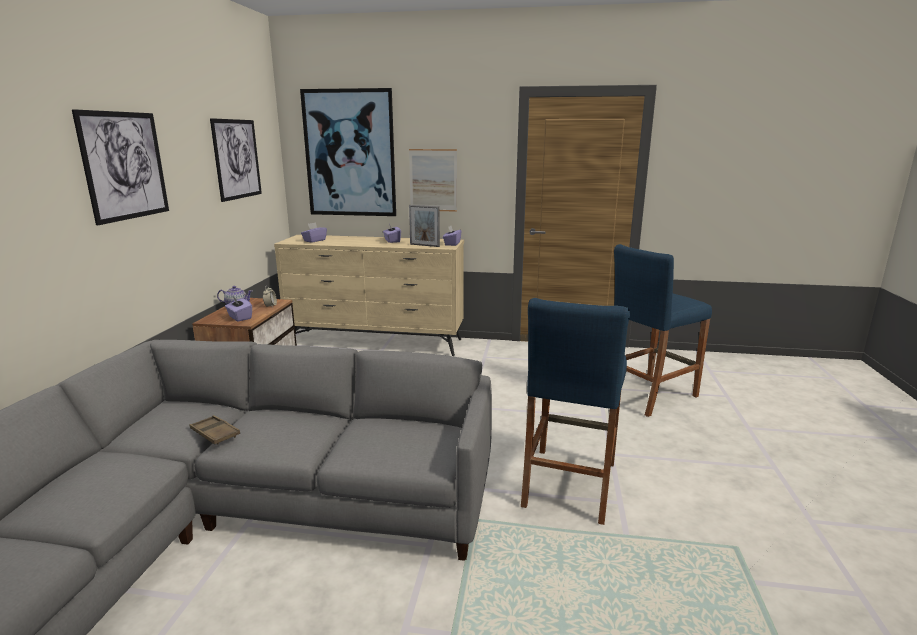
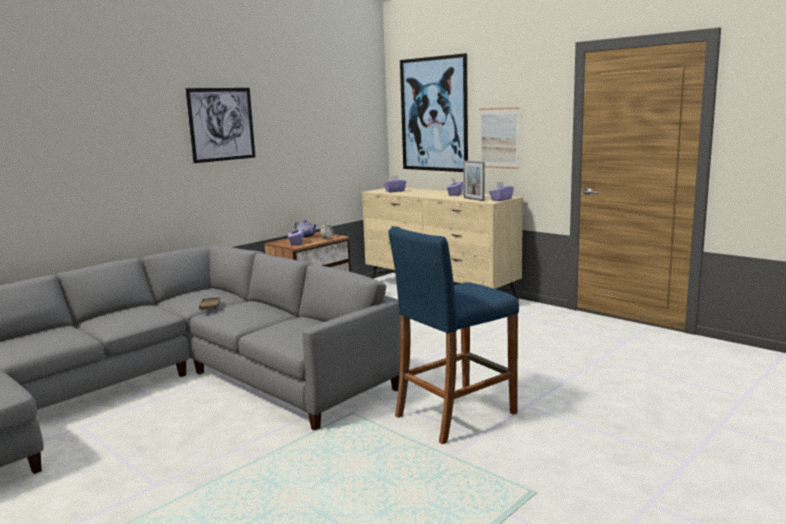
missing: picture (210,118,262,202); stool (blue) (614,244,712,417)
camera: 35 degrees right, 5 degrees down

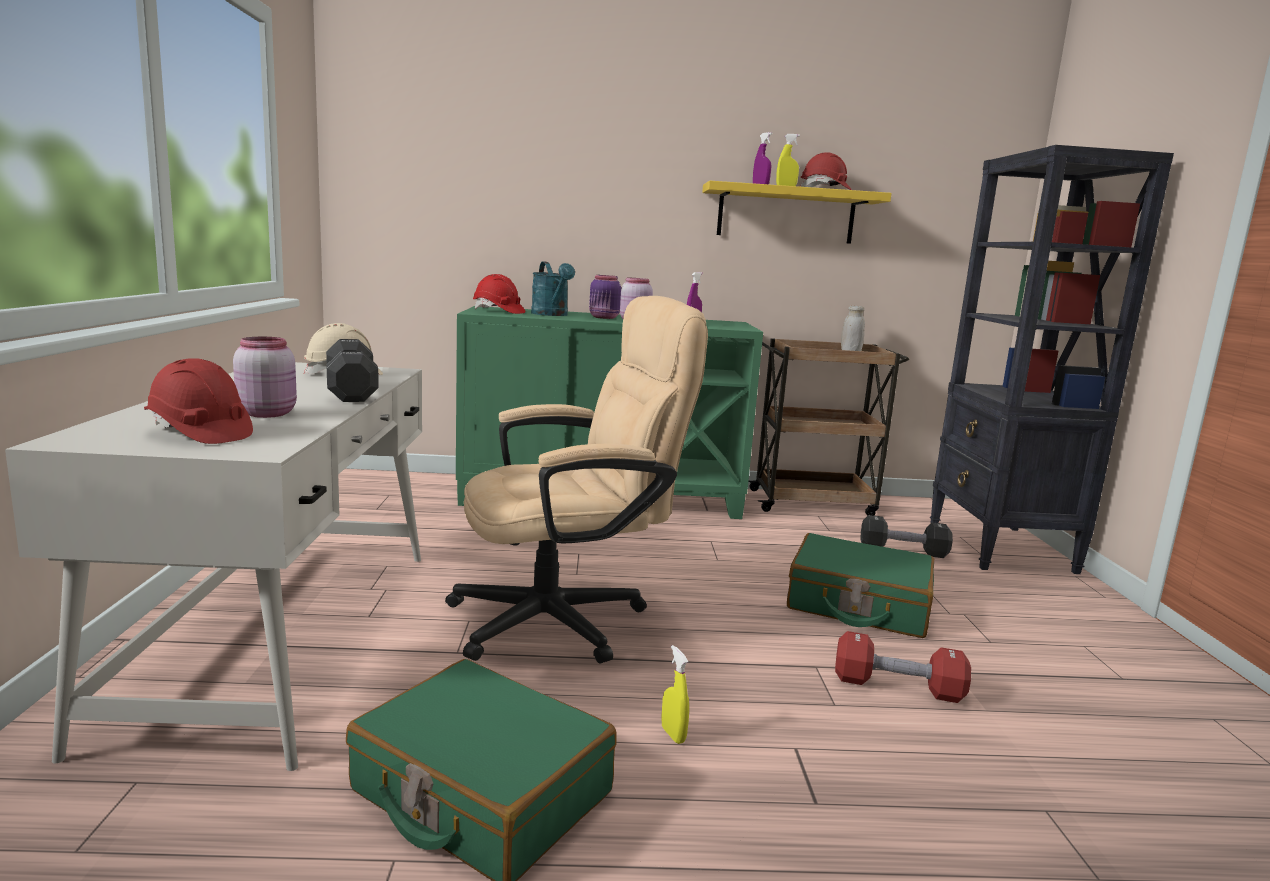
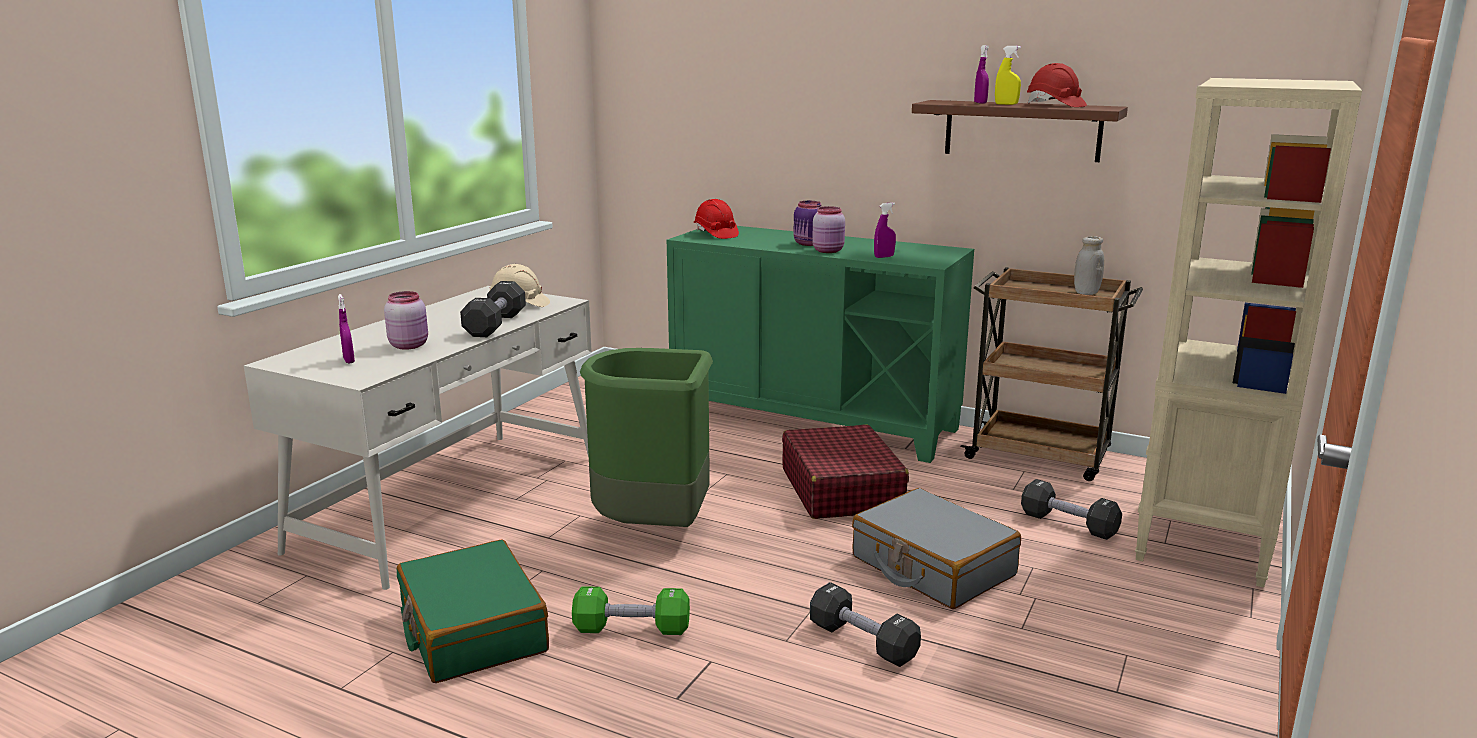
missing: watering can (turquoise) (531,261,575,316)
appeared: suitcase (red) (782,424,909,519)
exchanged: hard hat (red) (144,359,253,444) to spray bottle (purple) (338,294,355,363); office chair (beige) (445,296,708,664) to trash can (green) (580,348,713,527); spray bottle (yellow) (661,645,689,744) to dumbbell (green) (572,586,690,635)
colour: shelf (yellow) (702,181,892,244) to shelf (brown) (912,100,1128,162); suitcase (green) (787,533,934,638) to suitcase (grey) (852,488,1021,609); dumbbell (red) (835,631,971,703) to dumbbell (black) (810,582,921,667); bookcase (black) (930,145,1174,574) to bookcase (beige) (1135,78,1362,587)
camera: 30 degrees right, 5 degrees up

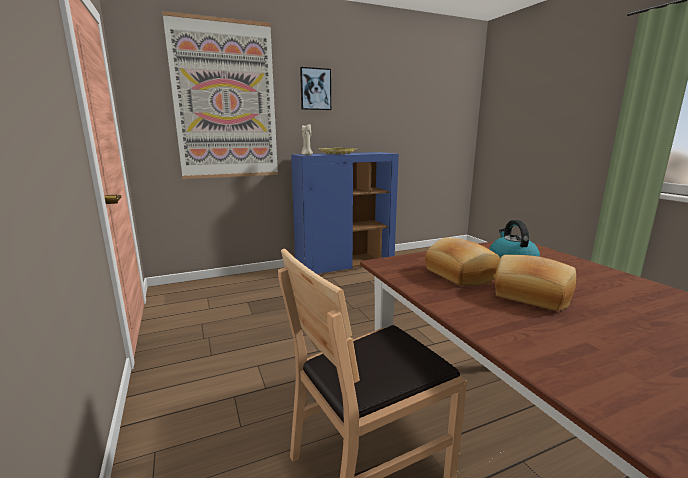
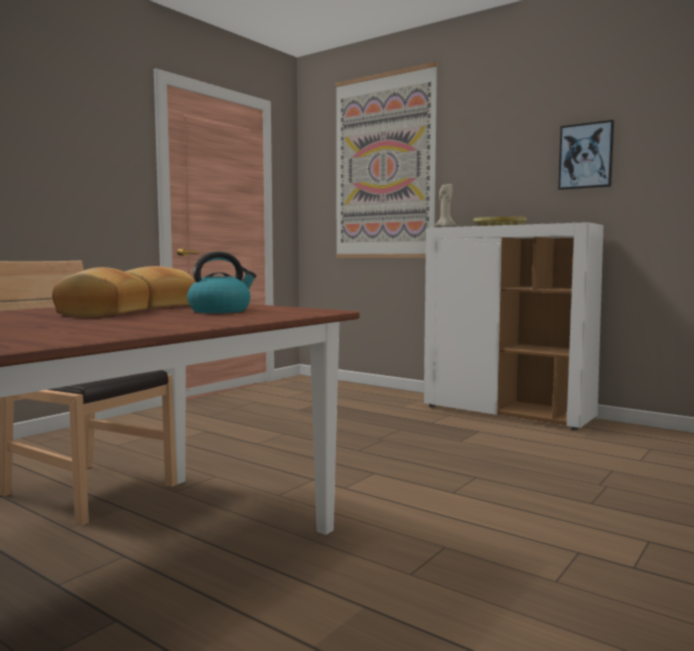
relocated: picture (300,67,331,110) to (558,120,614,190)
colour: cabinet (blue) (291,152,399,274) to cabinet (white) (424,222,603,430)
camera: 60 degrees right, 10 degrees down

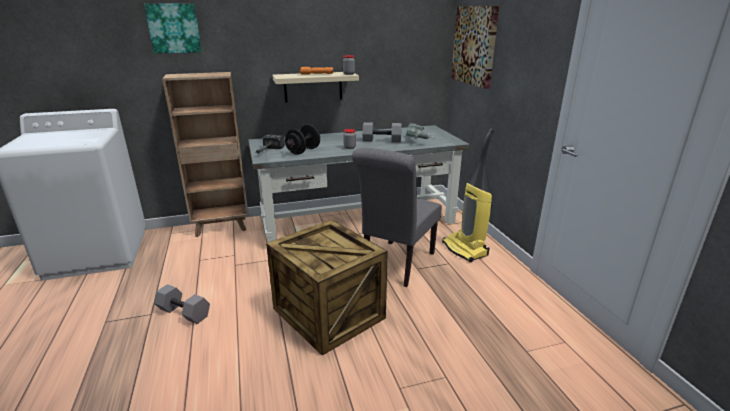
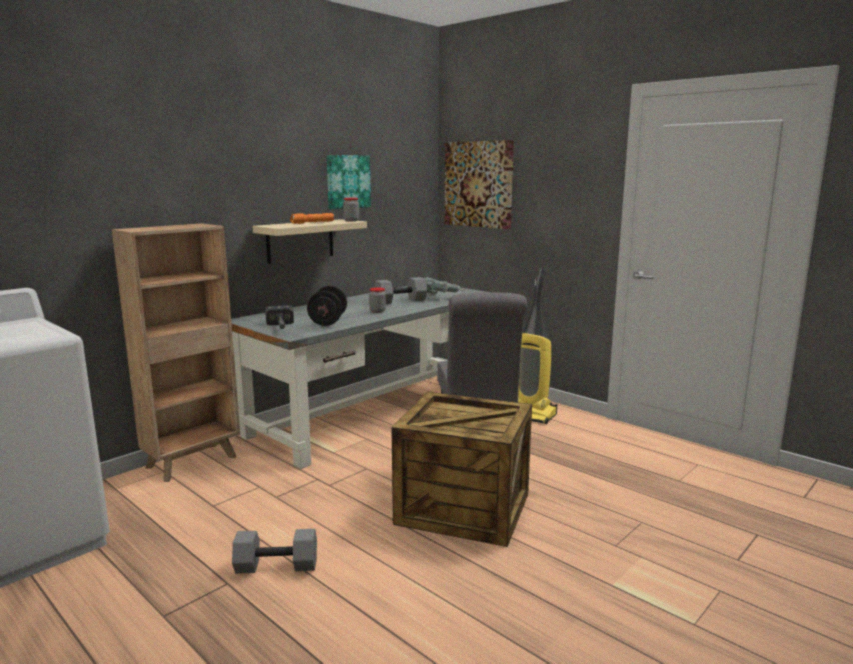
relocated: picture (144,3,202,54) to (327,155,371,209)
camera: 30 degrees left, 10 degrees down

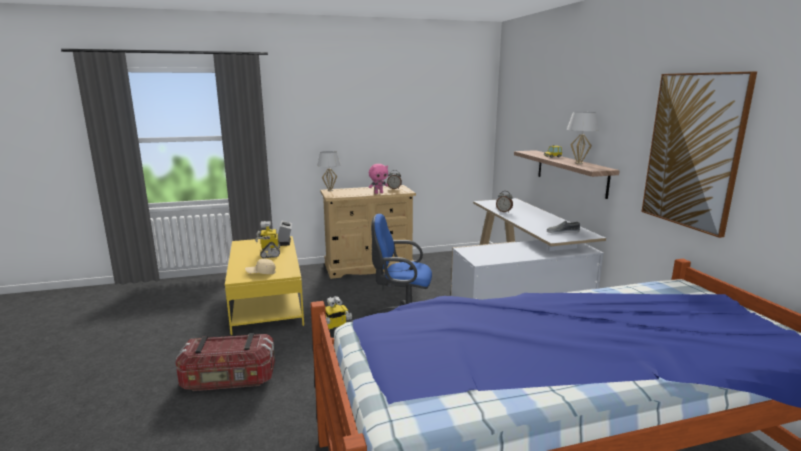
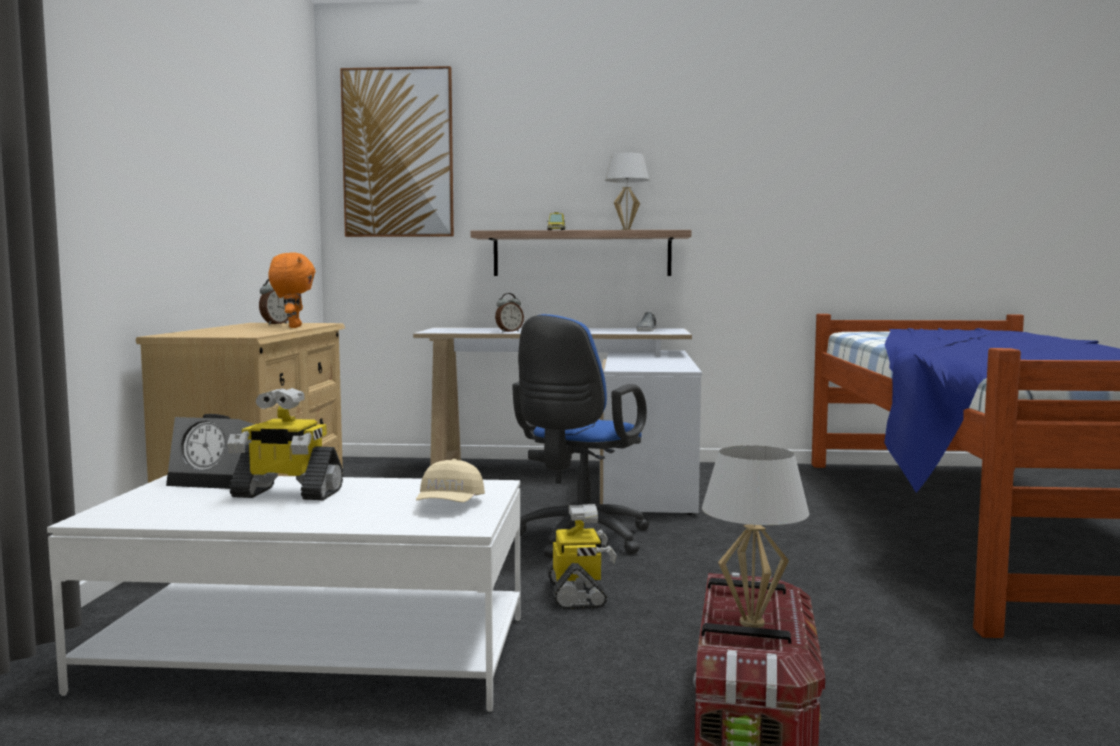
relocated: table lamp (white) (317,151,341,191) to (702,445,809,628); picture (642,72,757,238) to (340,66,454,237)
colour: coffee table (yellow) (225,236,304,335) to coffee table (white) (47,475,521,712); plush toy (pink) (369,164,388,194) to plush toy (orange) (268,252,316,328)
camera: 70 degrees left, 10 degrees down

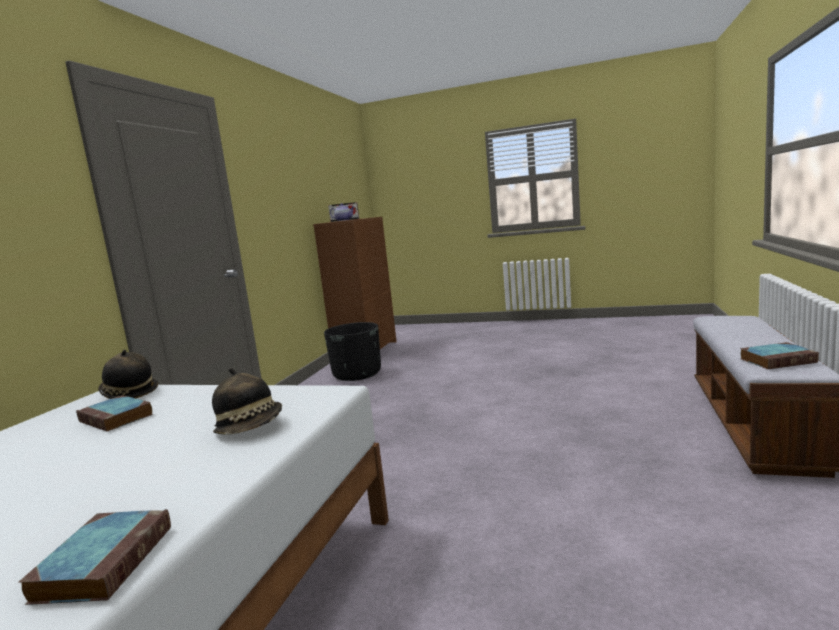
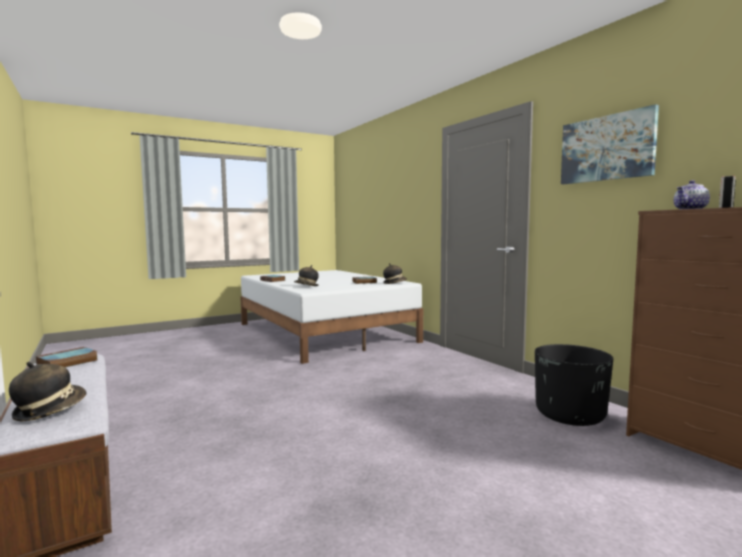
appeared: hat (9,362,86,421); picture (561,104,659,184)
camera: 130 degrees right, 5 degrees down

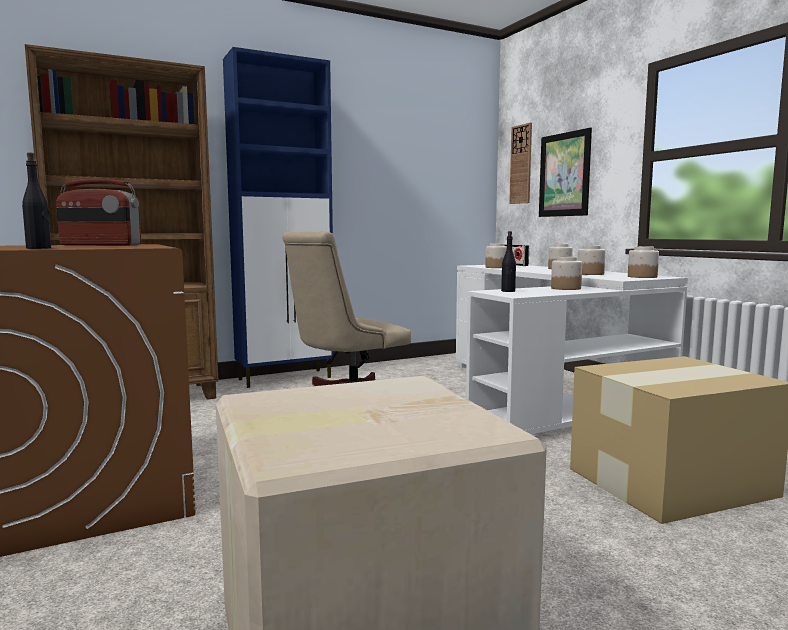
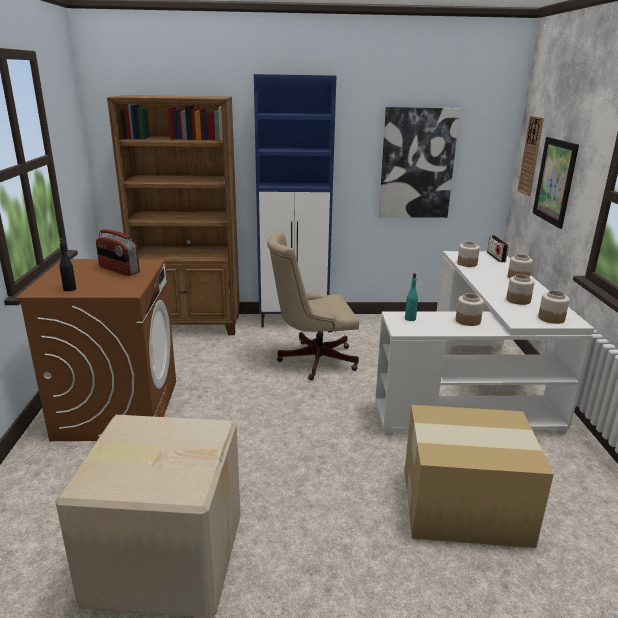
appeared: picture (379,107,460,218)
colour: bottle (black) (501,231,516,292) to bottle (turquoise) (405,273,418,321)
camera: 25 degrees right, 15 degrees up

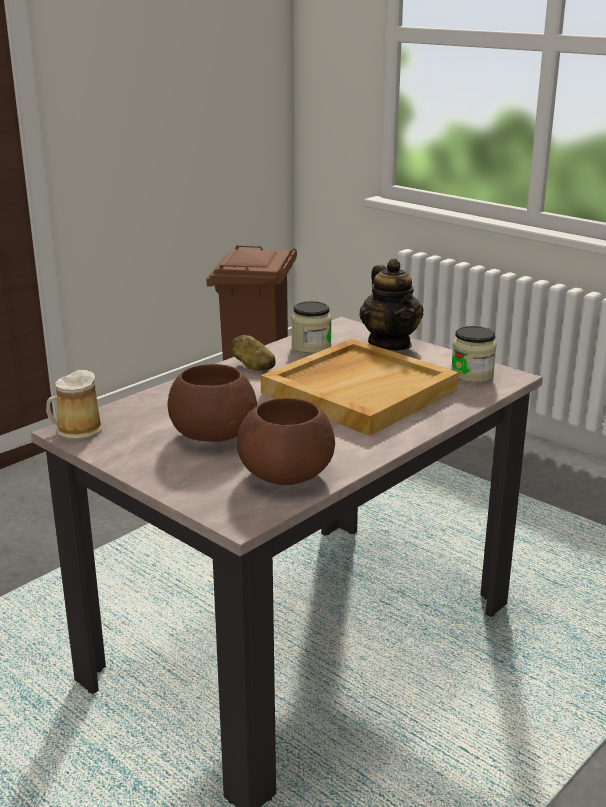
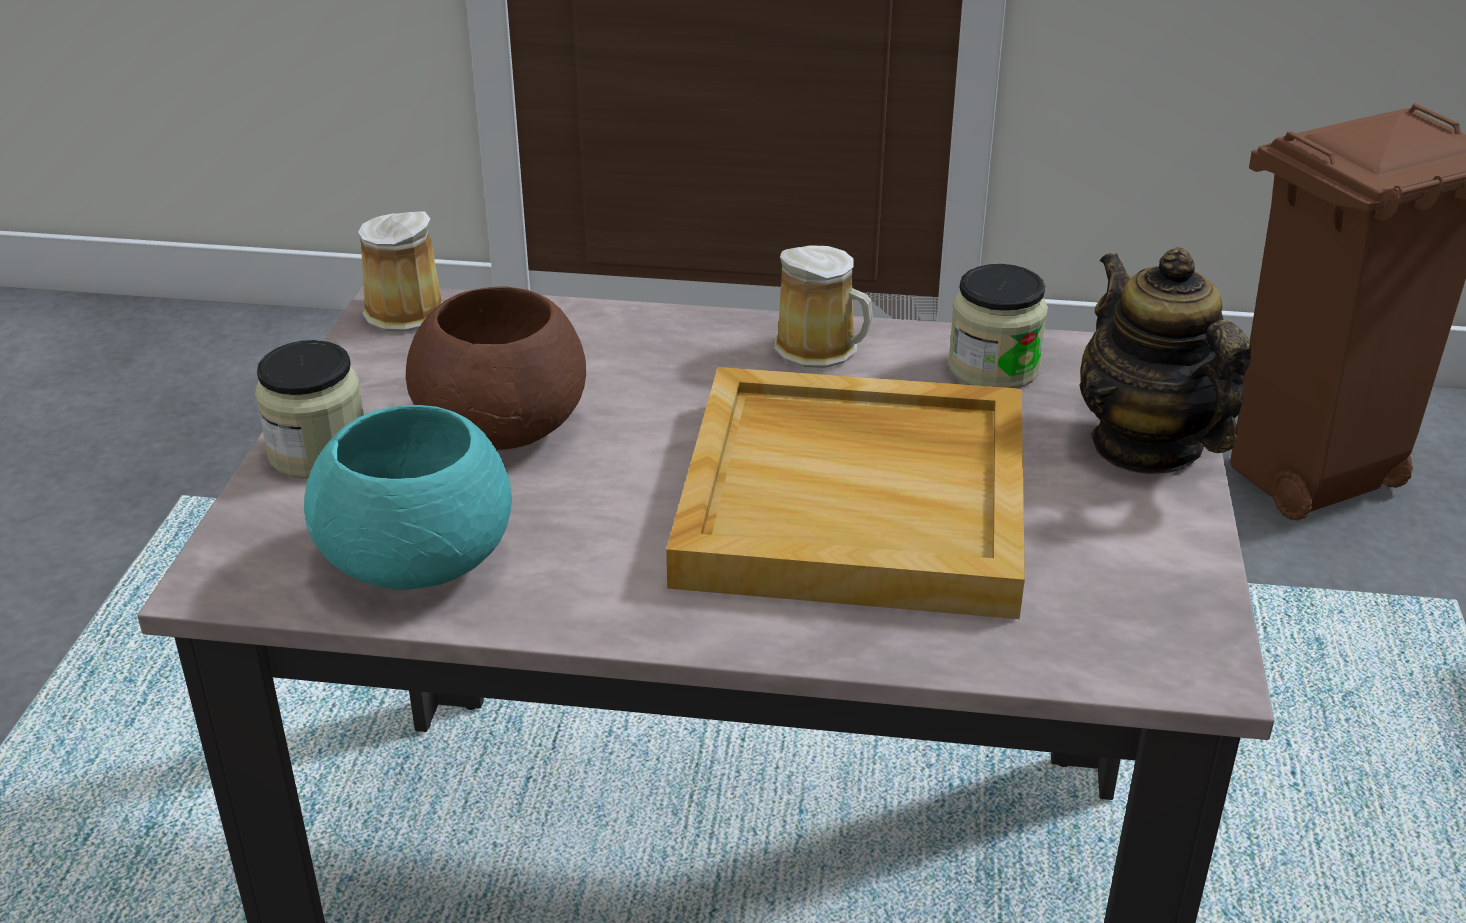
relocated: jar (451,326,496,383) to (255,340,364,479)
exchanged: potato (231,335,276,371) to mug (774,245,873,368)
colour: bowl (brown) (237,398,335,485) to bowl (turquoise) (304,405,512,590)
spun: teapot (359,259,424,350) = (1080,247,1251,474) 120 degrees clockwise
camera: 55 degrees right, 10 degrees up

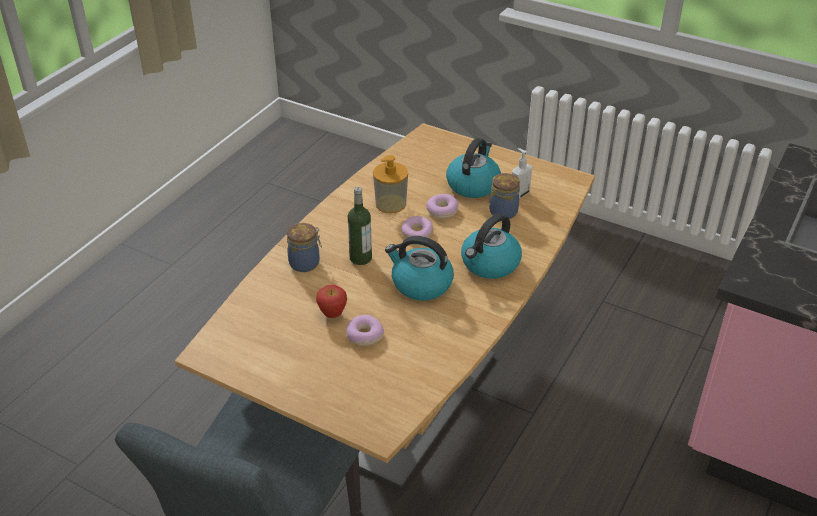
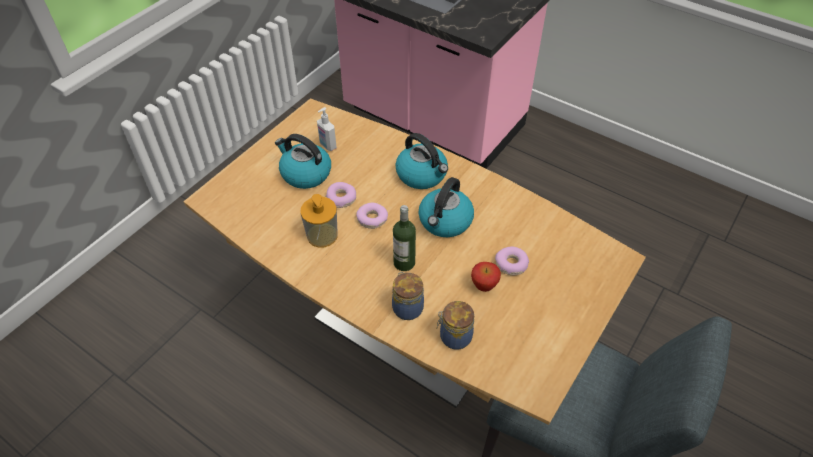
relocated: jar (489,173,520,219) to (437,301,474,350)
camera: 85 degrees left, 10 degrees up

